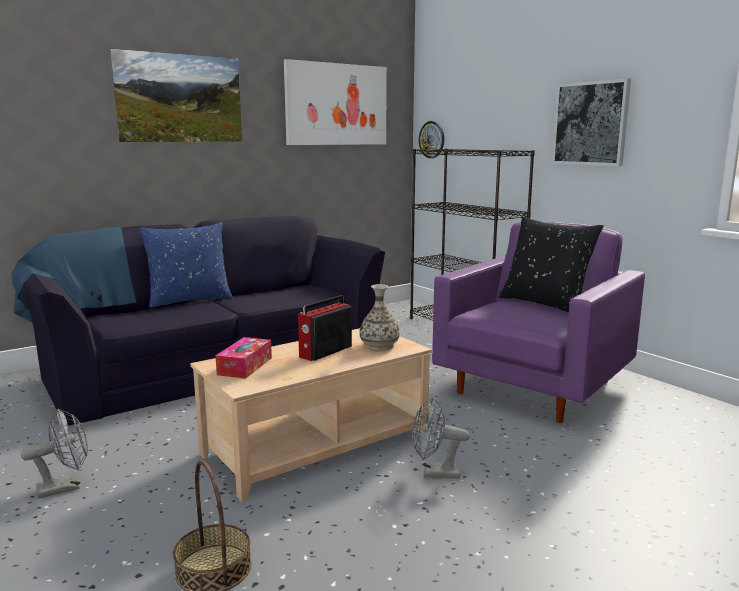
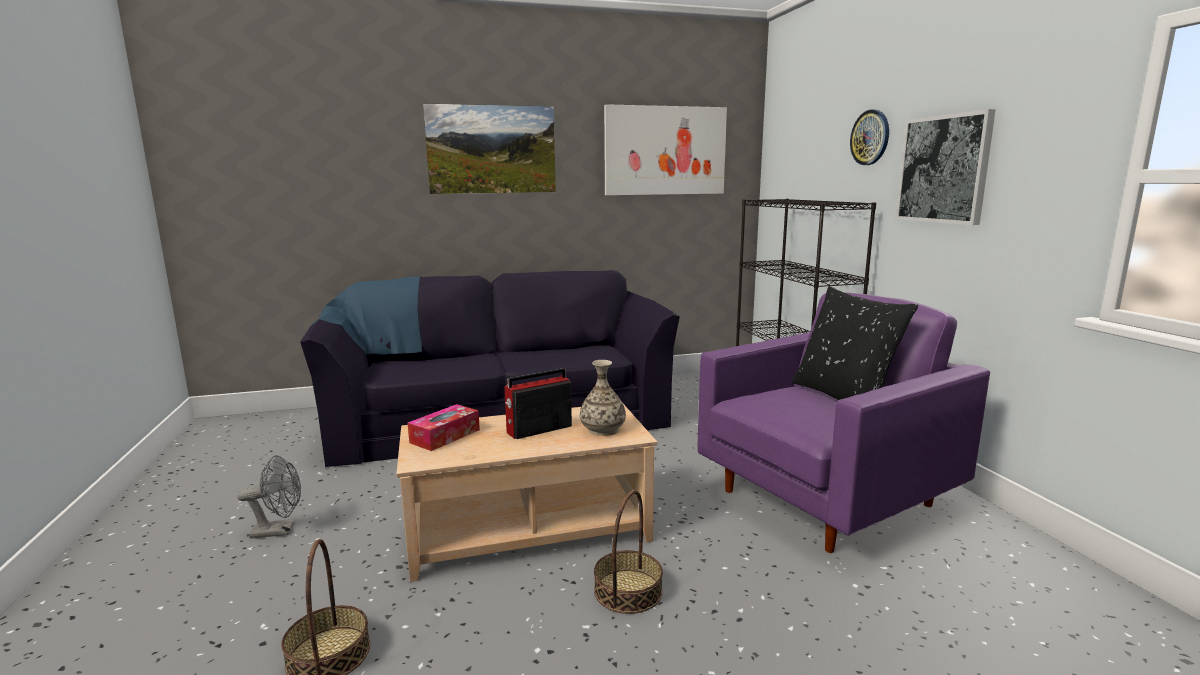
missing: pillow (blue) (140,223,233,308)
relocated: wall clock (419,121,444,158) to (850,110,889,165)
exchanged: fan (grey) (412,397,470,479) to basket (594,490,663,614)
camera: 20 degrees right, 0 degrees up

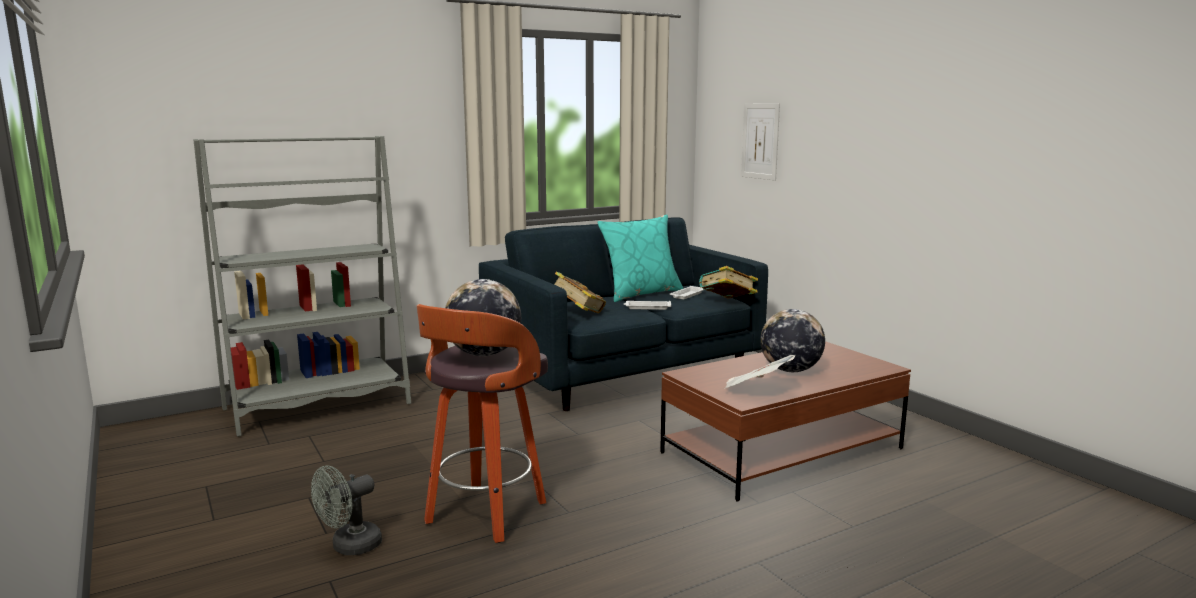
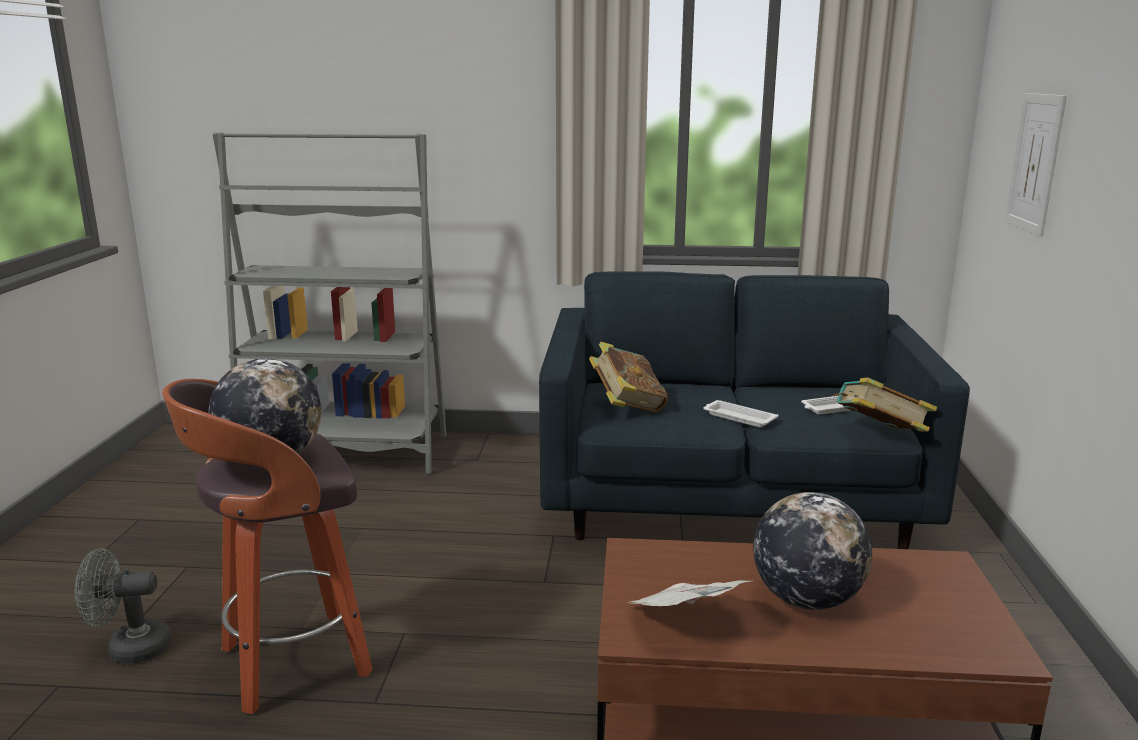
missing: pillow (turquoise) (598,214,683,302)
camera: 35 degrees right, 5 degrees up

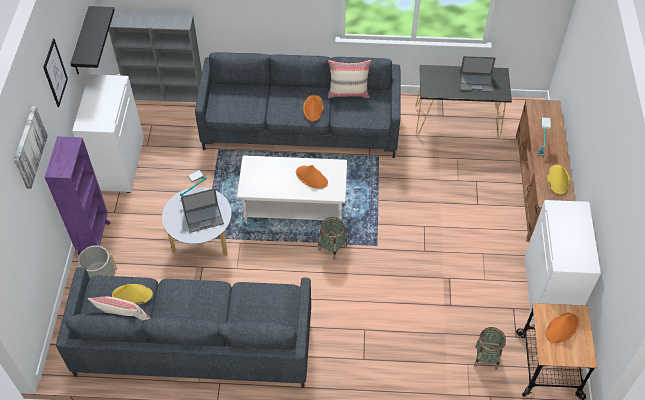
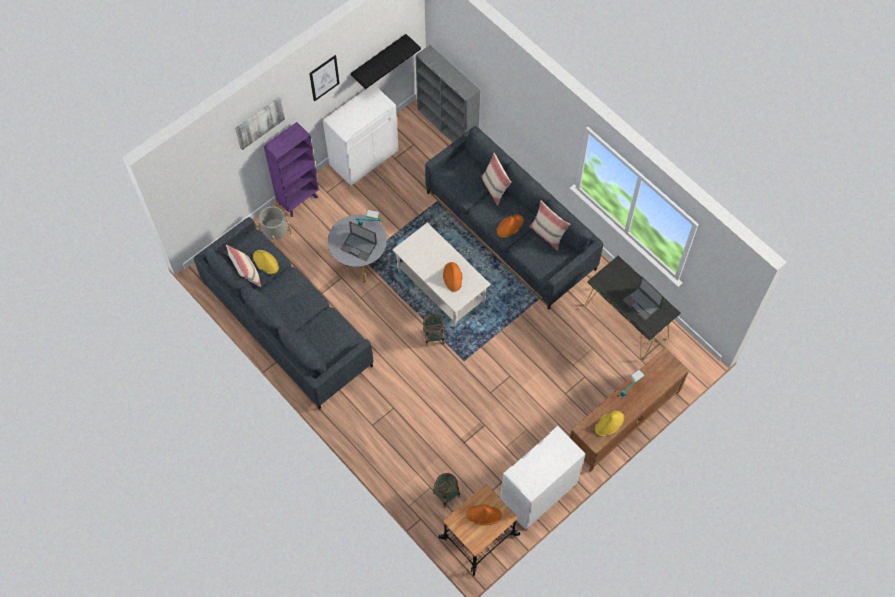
appeared: pillow (beige) (481,153,511,206)
camera: 45 degrees right, 10 degrees up

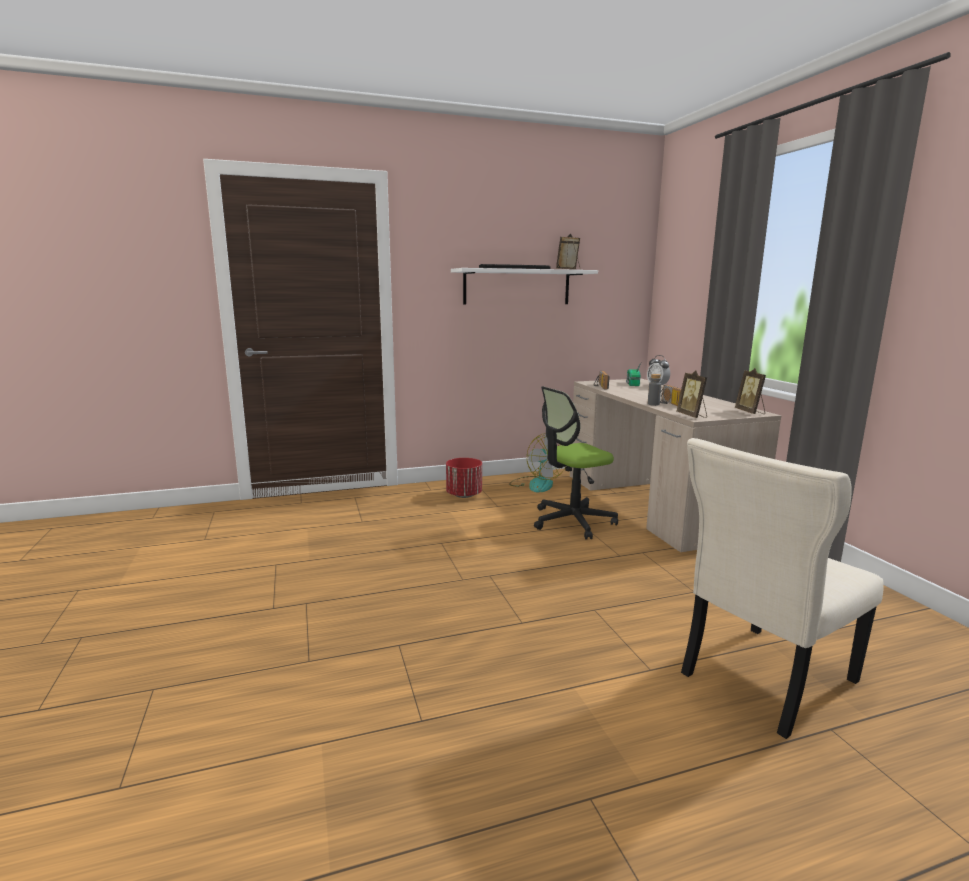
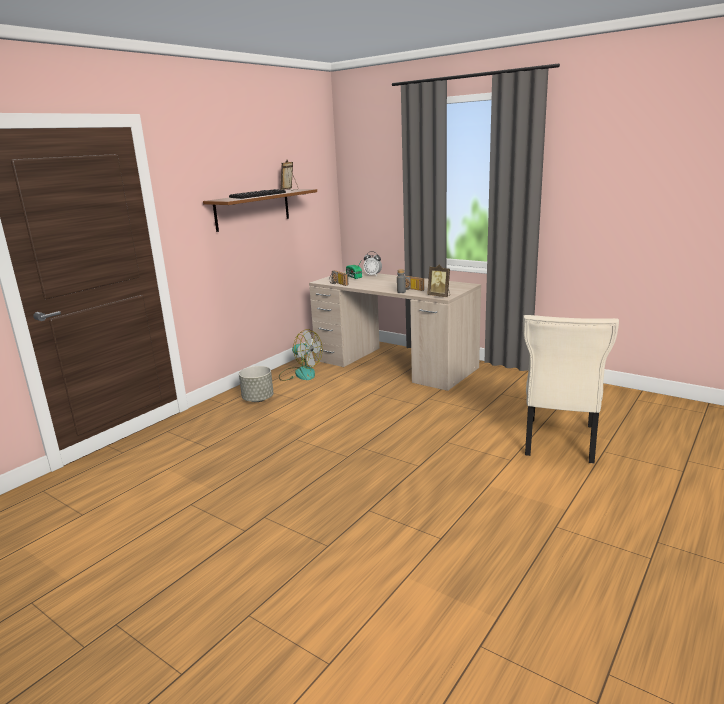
missing: office chair (534,386,618,539); picture frame (735,368,766,414)
colour: planter (red) (446,458,482,498) to planter (grey) (239,366,274,402); shelf (white) (451,268,598,305) to shelf (brown) (203,189,317,232)
camera: 35 degrees left, 5 degrees up

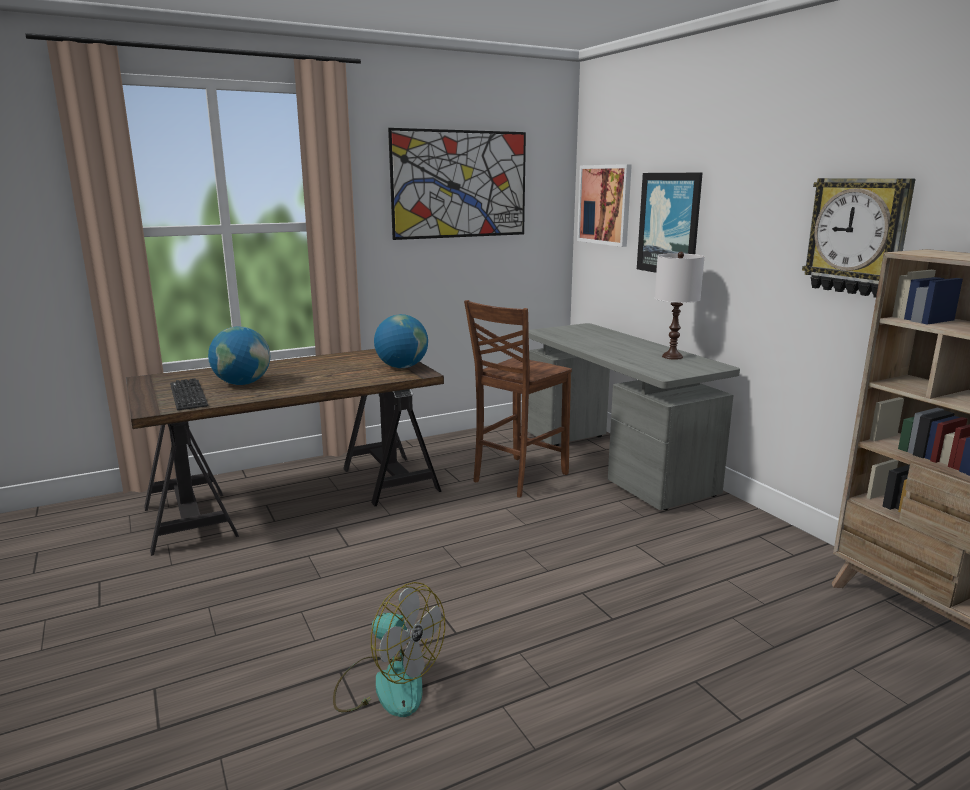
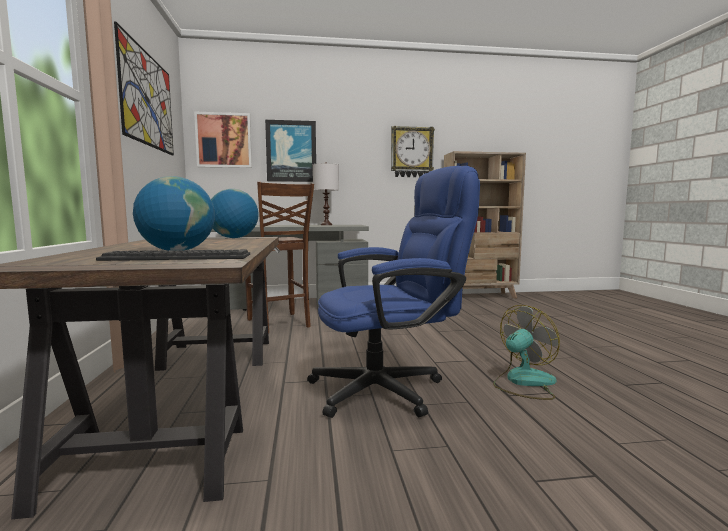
appeared: office chair (blue) (307,166,480,418)
camera: 70 degrees left, 10 degrees down

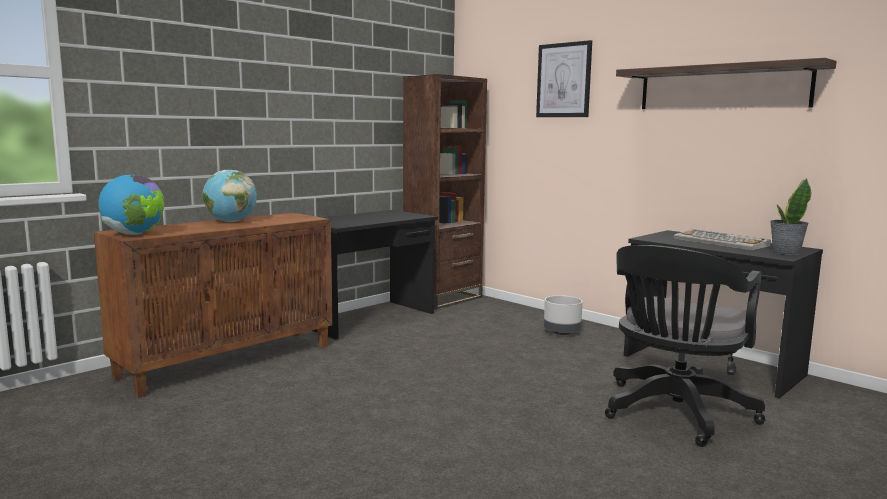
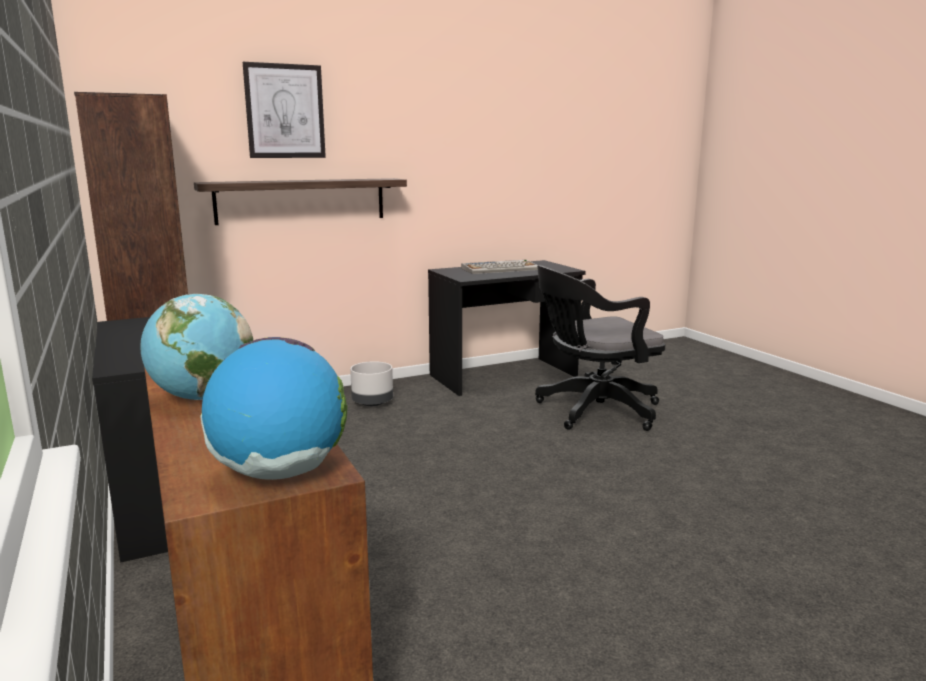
missing: potted plant (770,178,811,255)
relocated: shelf (616,58,837,109) to (194,178,407,225)
spun: office chair (black) (605,245,765,447) = (535,265,665,431) 105 degrees clockwise
camera: 70 degrees left, 5 degrees up

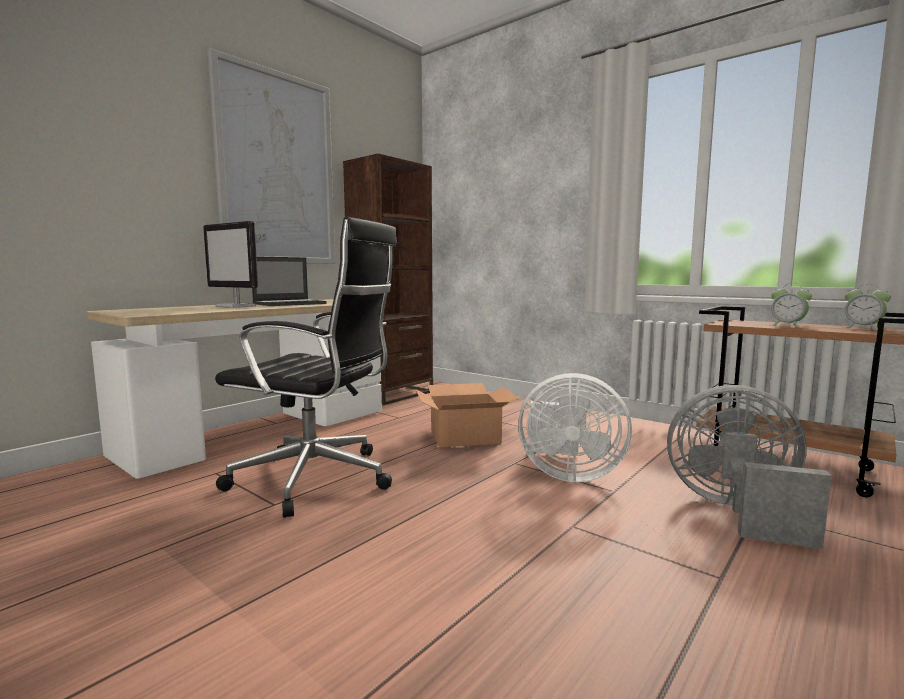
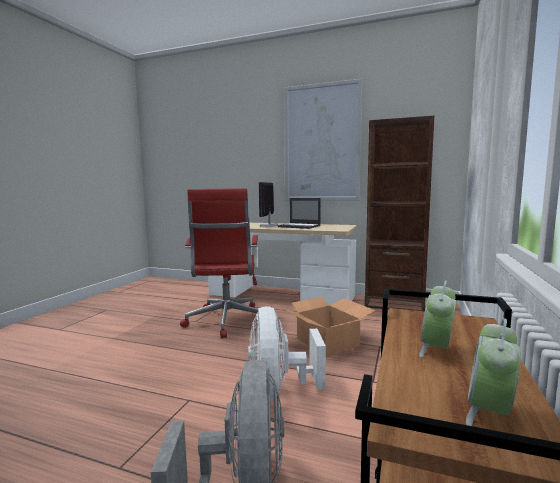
colour: office chair (black) (215,216,398,518) to office chair (red) (180,188,259,338)
camera: 70 degrees right, 0 degrees up

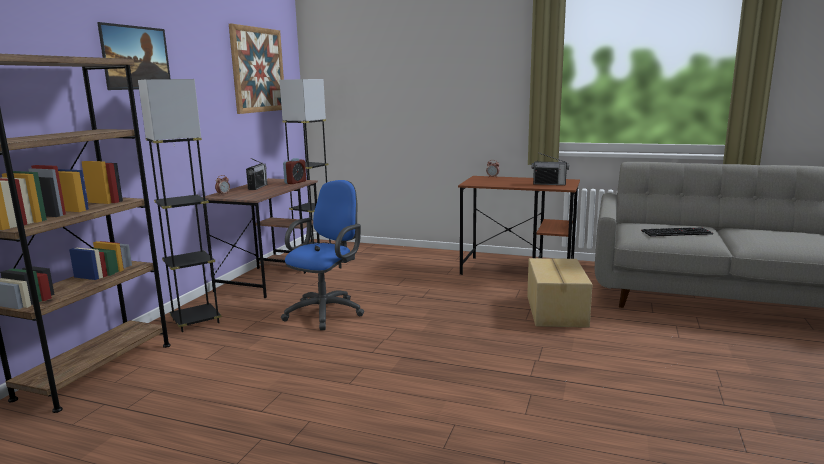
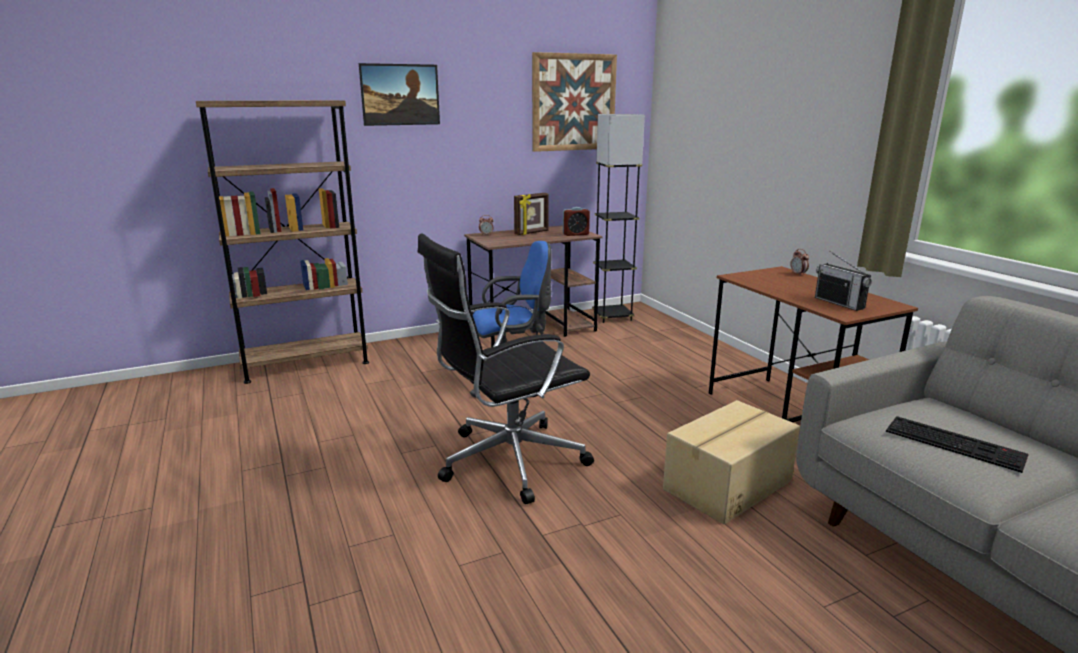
missing: floor lamp (black) (138,79,222,332)
appeared: office chair (black) (418,234,594,504)
exchanged: radio (246,159,267,190) to picture frame (514,193,549,235)
camera: 45 degrees right, 5 degrees up

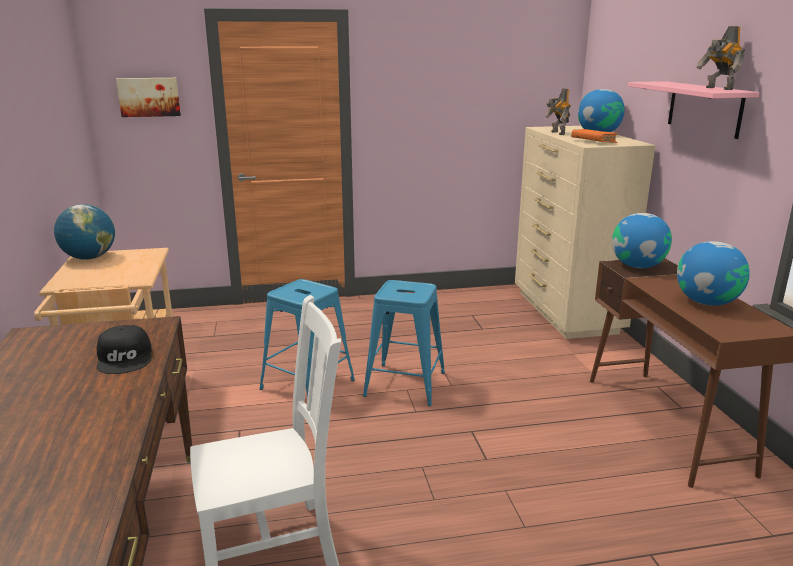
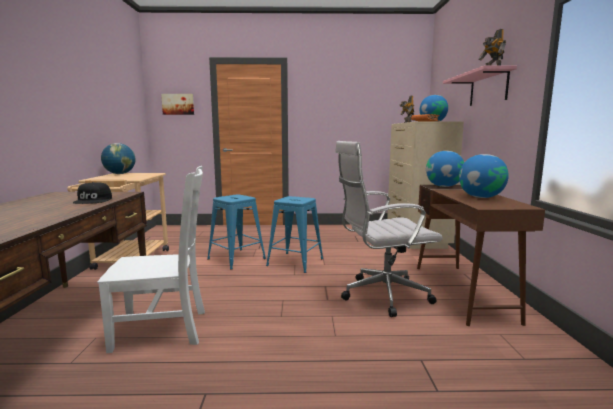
appeared: office chair (white) (335,141,443,317)
camera: 10 degrees right, 10 degrees down

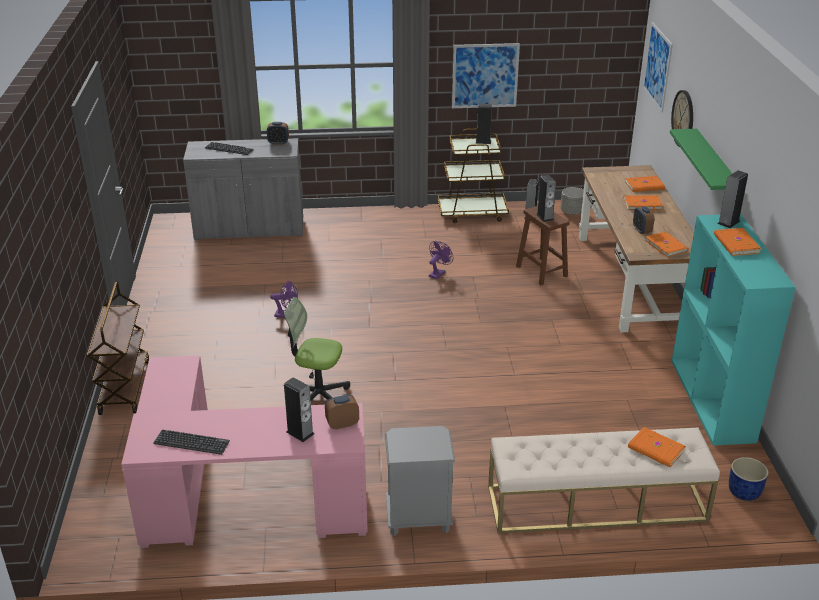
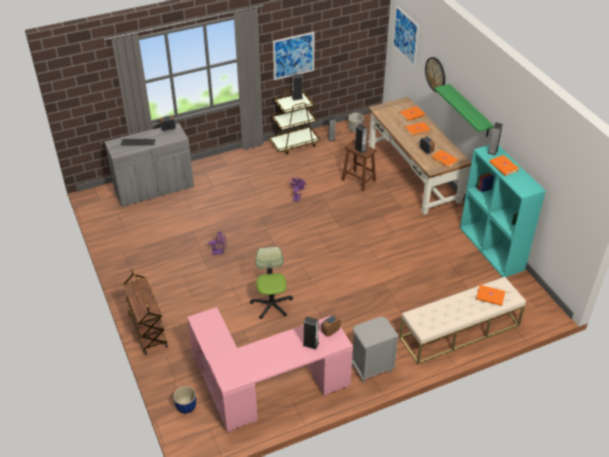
missing: keyboard (153,429,230,455)
relocated: planter (blue) (729,457,768,501) to (173,386,196,414)
spun: office chair (284,297,350,401) = (250,247,293,319) 90 degrees clockwise
camera: 20 degrees left, 10 degrees up

